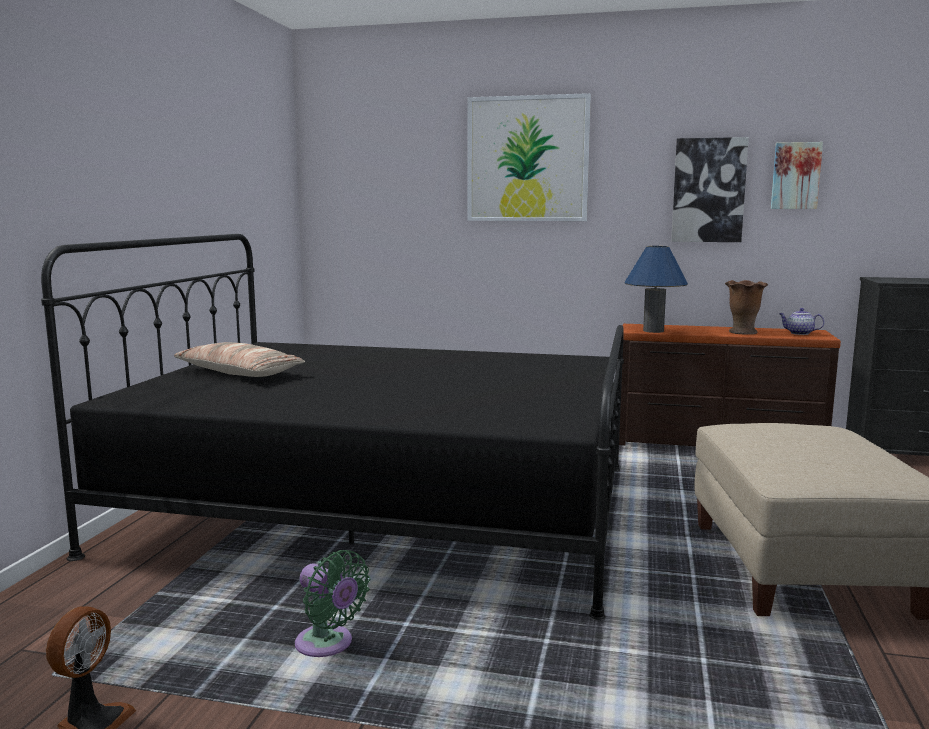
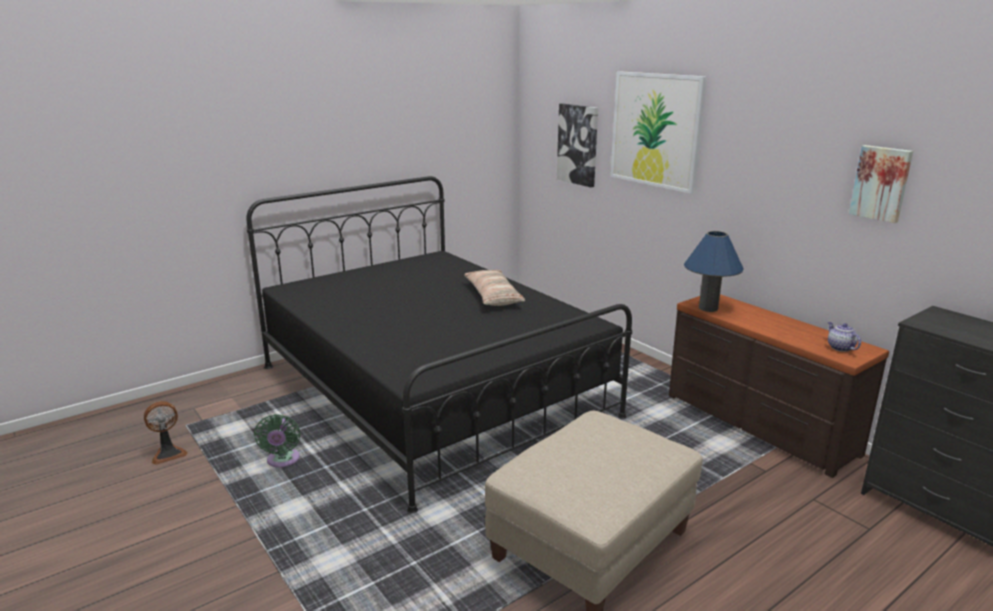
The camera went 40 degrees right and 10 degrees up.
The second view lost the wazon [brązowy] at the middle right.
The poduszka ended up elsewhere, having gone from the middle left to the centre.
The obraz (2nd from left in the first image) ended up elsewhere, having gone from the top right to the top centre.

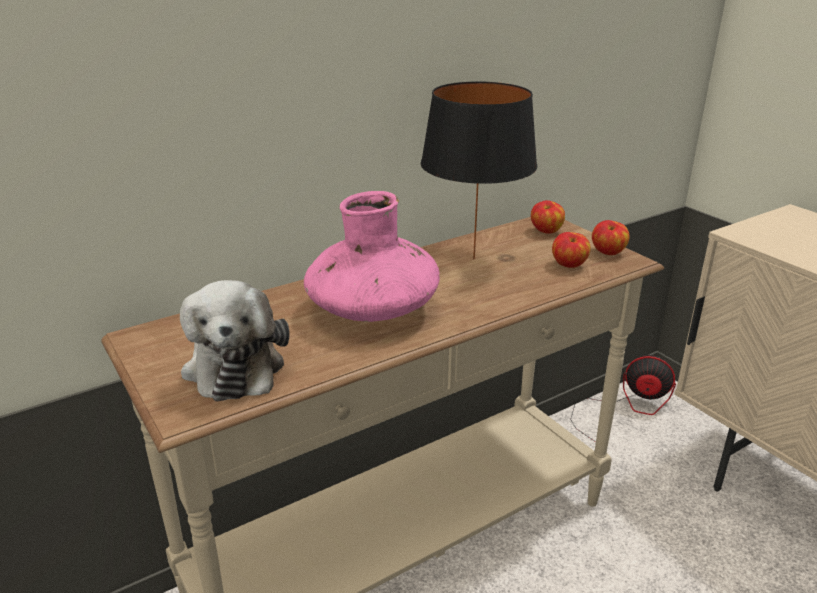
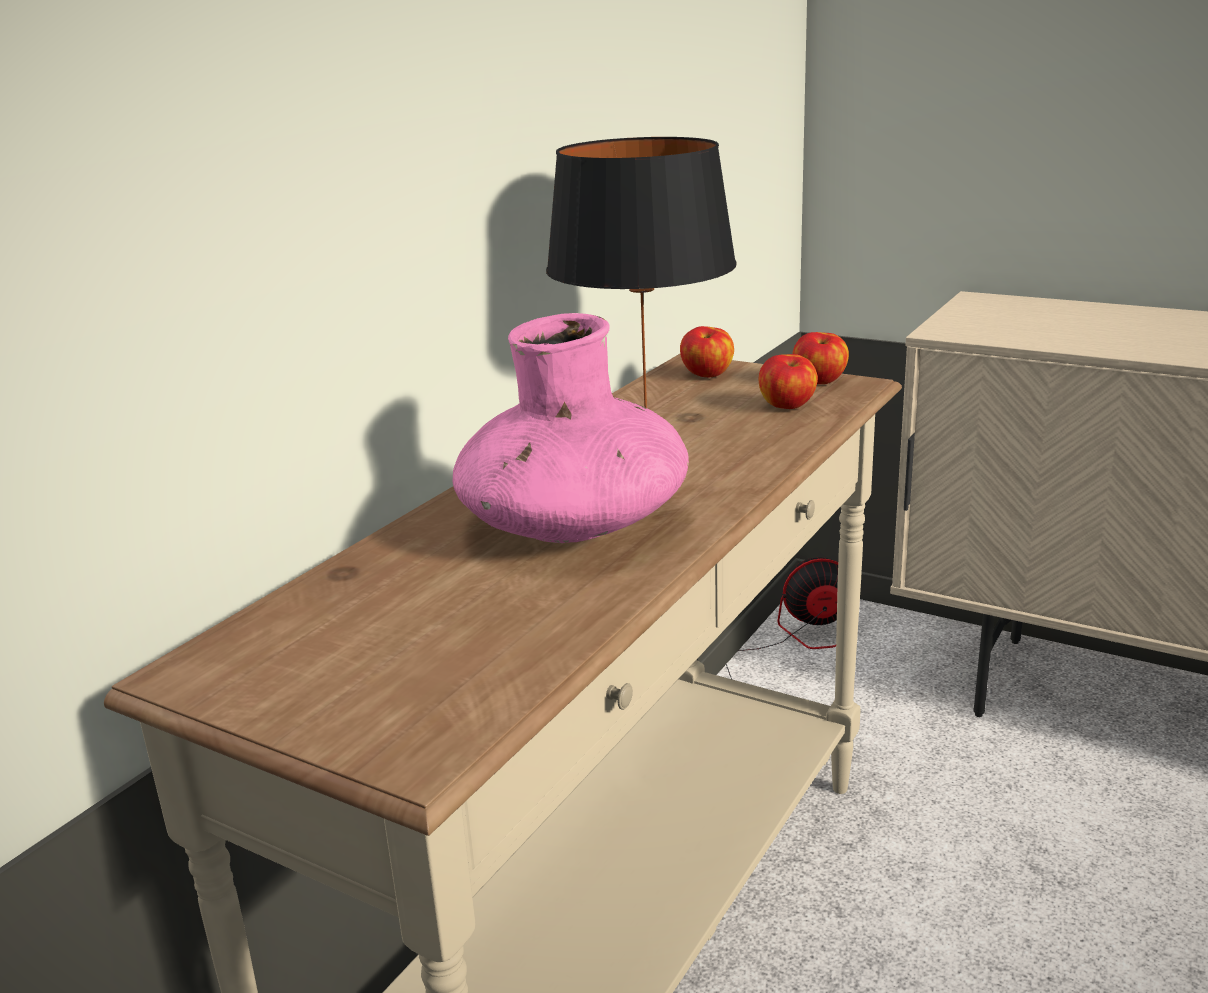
The camera went 25 degrees left and 5 degrees down.
The second view lost the pluszak at the middle left.

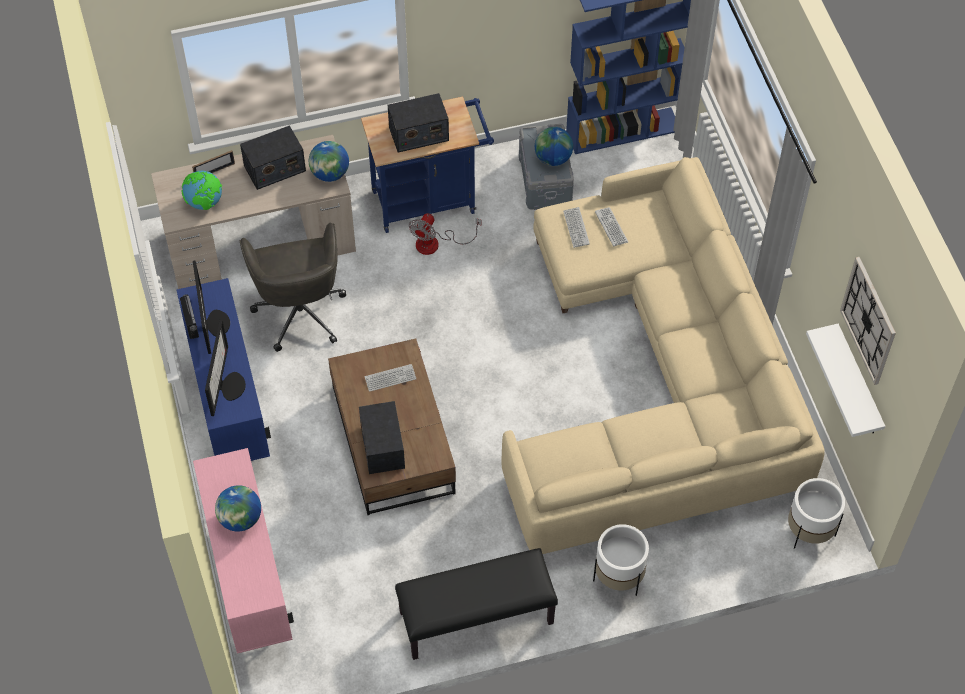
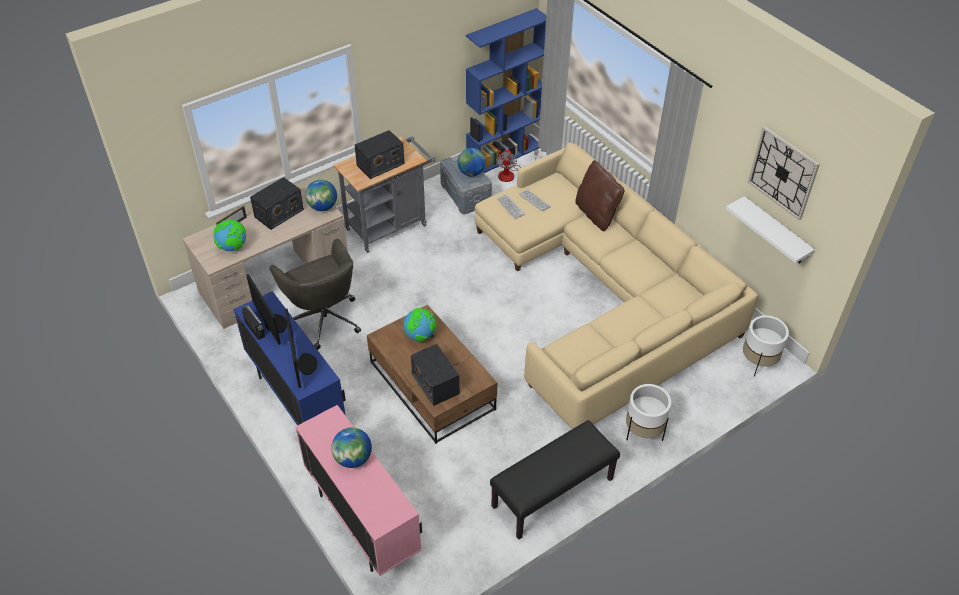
The camera went 20 degrees left and 10 degrees down.
The second view gained the poduszka [brązowy] at the top centre.
The wentylator ended up elsewhere, having gone from the centre to the top centre.
Where the klawiatura (1st from left) stood at the centre, the globus (4th from left) came to stand at the centre.
What was the wózek [niebieski] at the top centre turned into the wózek [szary] at the top centre.

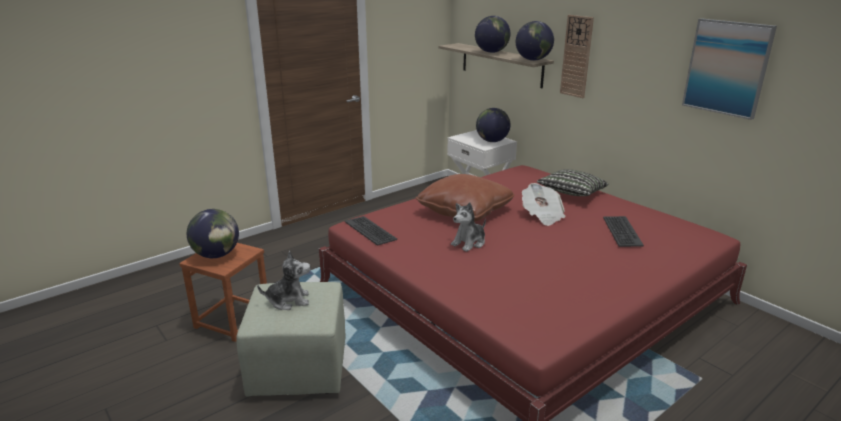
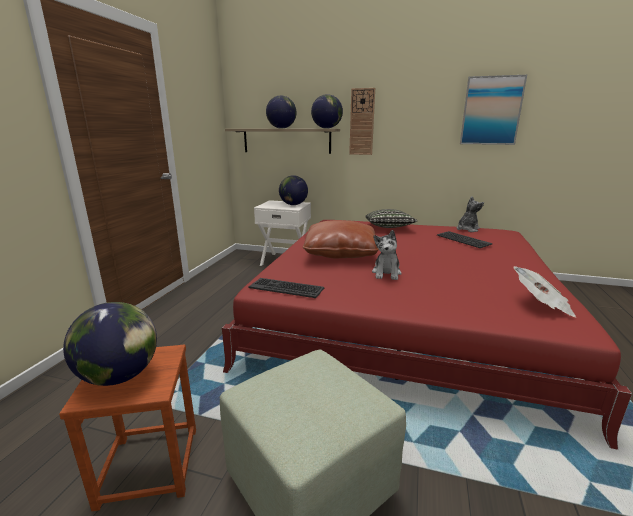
The camera went 35 degrees left and 5 degrees down.
The pluszak (1st from left in the first image) ended up elsewhere, having gone from the centre to the middle right.
The gazeta ended up elsewhere, having gone from the centre to the middle right.

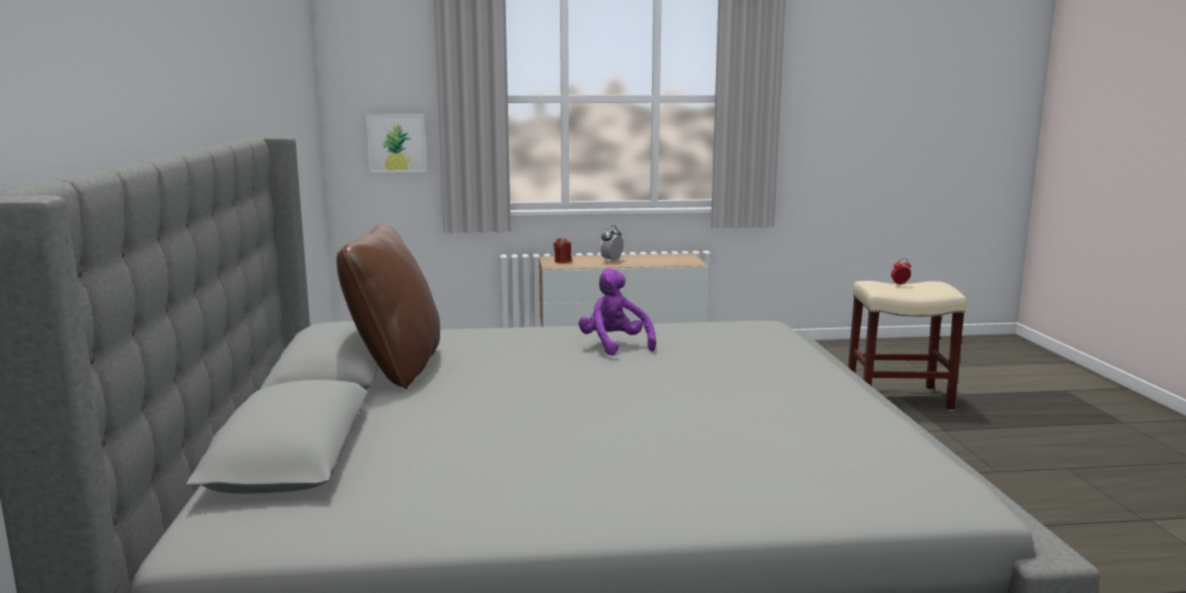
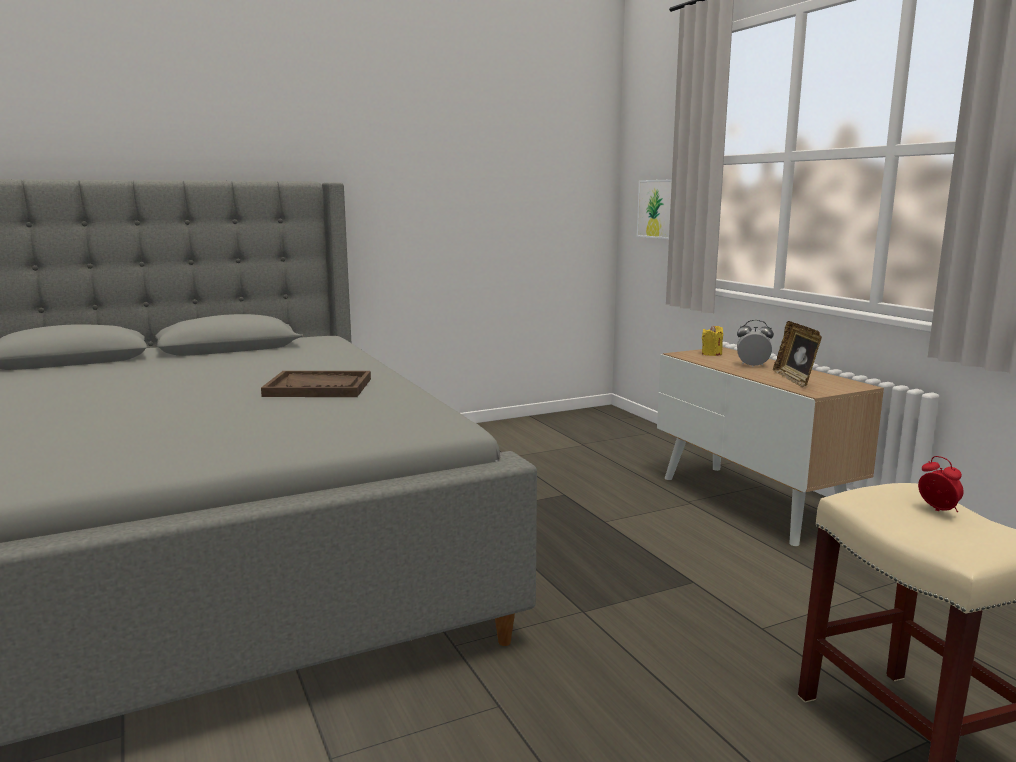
The camera went 70 degrees right and 0 degrees up.
The second view lost the poduszka [brązowy] at the middle left.
The second view gained the ramka na zdjęcie at the middle right.
Where the pluszak [fioletowy] stood at the centre, the taca [brązowy] came to stand at the middle left.
What was the świeca [czerwony] at the centre turned into the świeca [żółty] at the middle right.

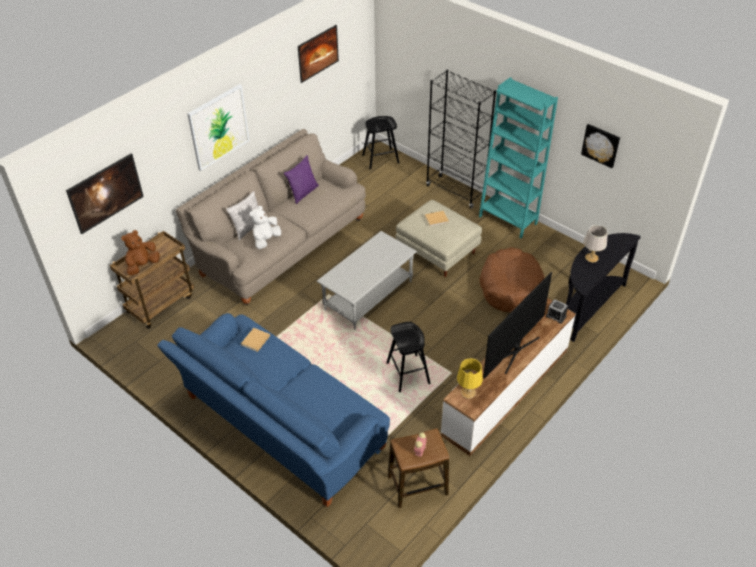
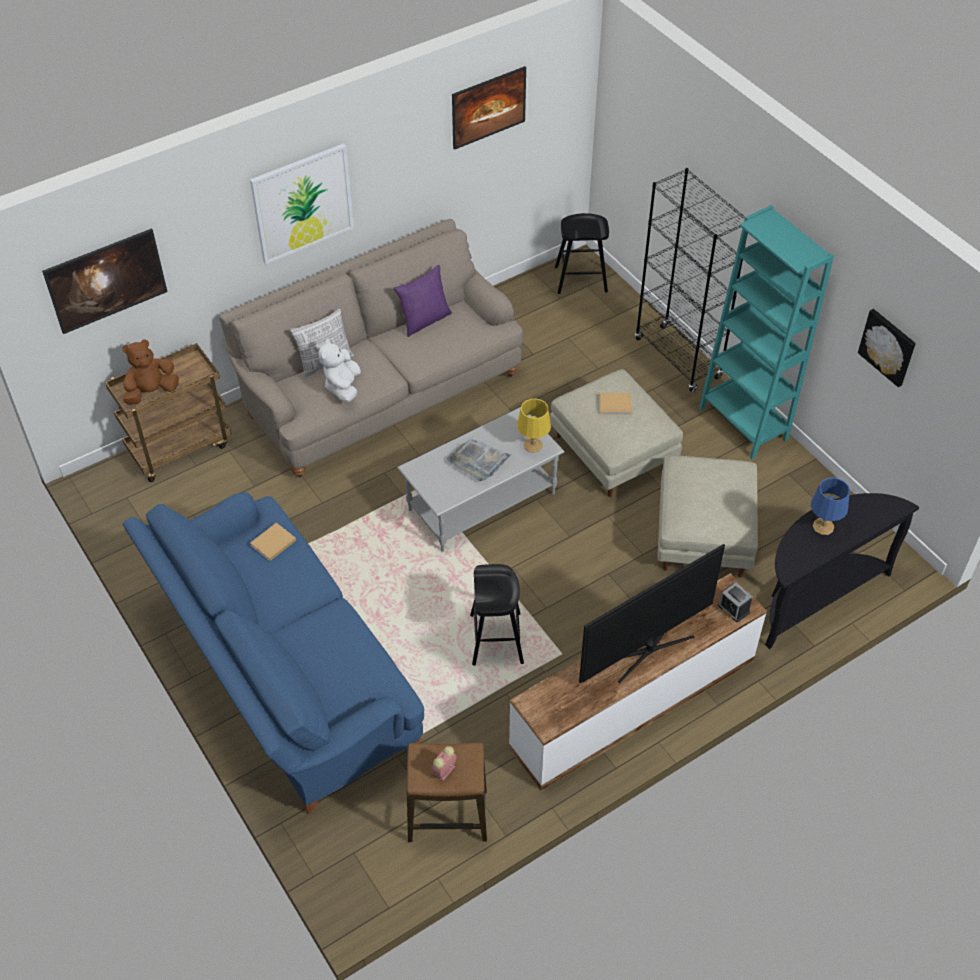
The camera went 15 degrees right and 5 degrees up.
The second view gained the taca [szary] at the centre.
The lampa stołowa [żółty] ended up elsewhere, having gone from the bottom centre to the centre.
Where the legowisko [brązowy] stood at the middle right, the pufa [beżowy] (2nd from left) came to stand at the middle right.
What was the lampa stołowa [szary] at the middle right turned into the lampa stołowa [niebieski] at the middle right.
The pluszak [biały] at the centre ended up facing another way, 45 degrees counterclockwise from before.

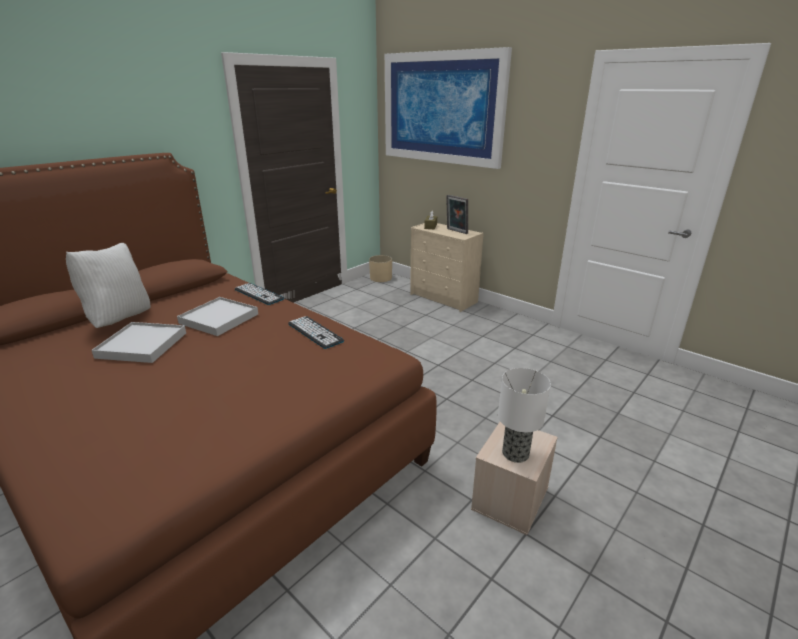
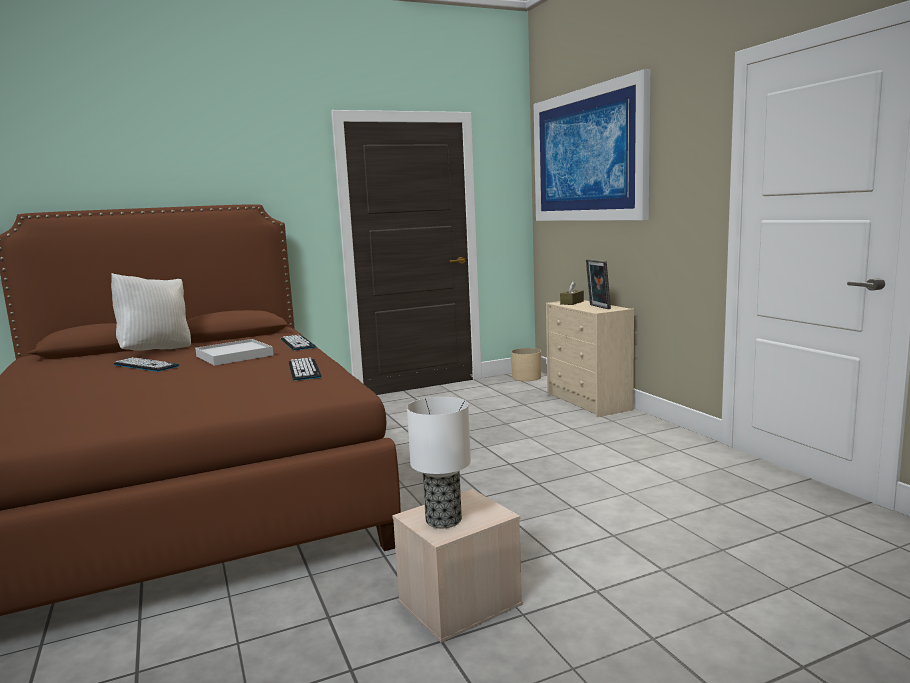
The camera went 25 degrees right and 15 degrees down.
Where the taca [biały] (1st from left) stood at the middle left, the klawiatura (1st from left) came to stand at the middle left.

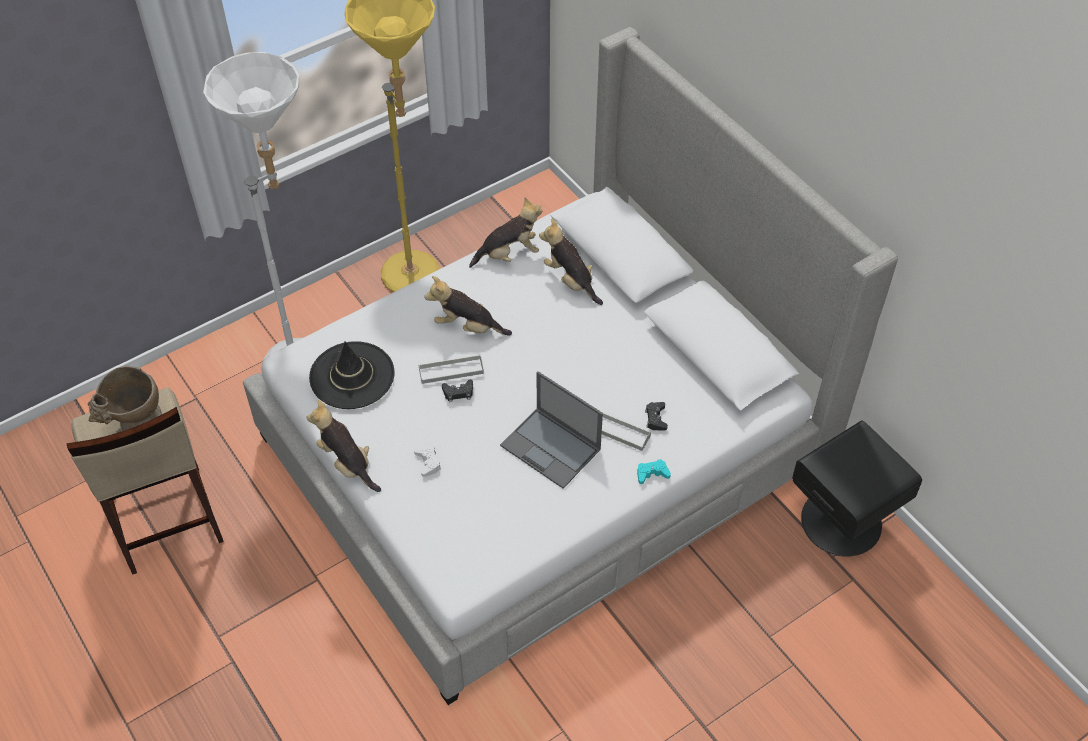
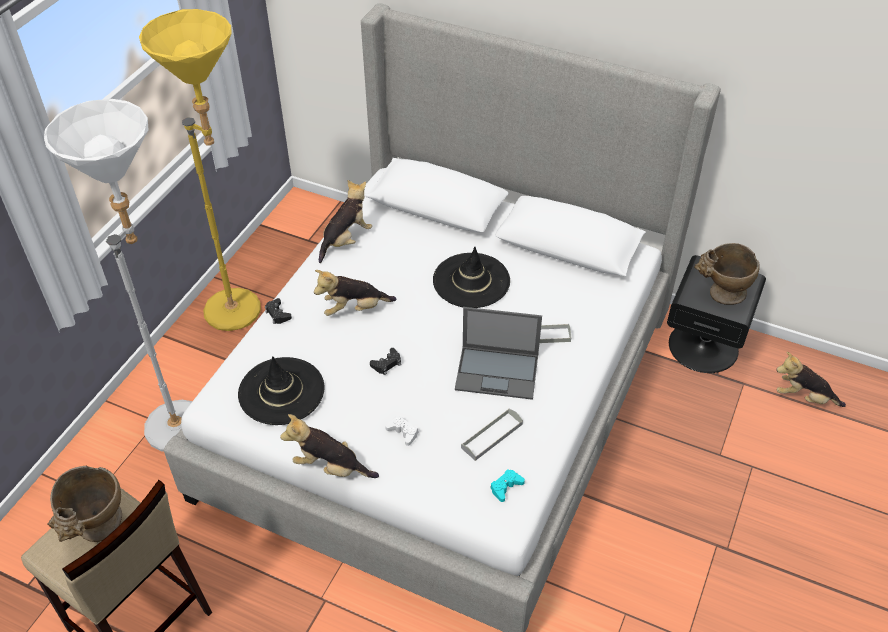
The camera went 30 degrees left and 5 degrees down.
The second view gained the kapelusz [czarny] (2nd from left) at the centre.
The second view gained the wazon [beżowy] (2nd from left) at the middle right.
The taca [szary] (1st from left) ended up elsewhere, having gone from the centre to the bottom centre.
The pluszak (4th from left) ended up elsewhere, having gone from the centre to the middle right.
The pad do gier [turkusowy] ended up elsewhere, having gone from the centre to the bottom centre.
The pad do gier [czarny] (2nd from left in the first image) ended up elsewhere, having gone from the centre to the middle left.

